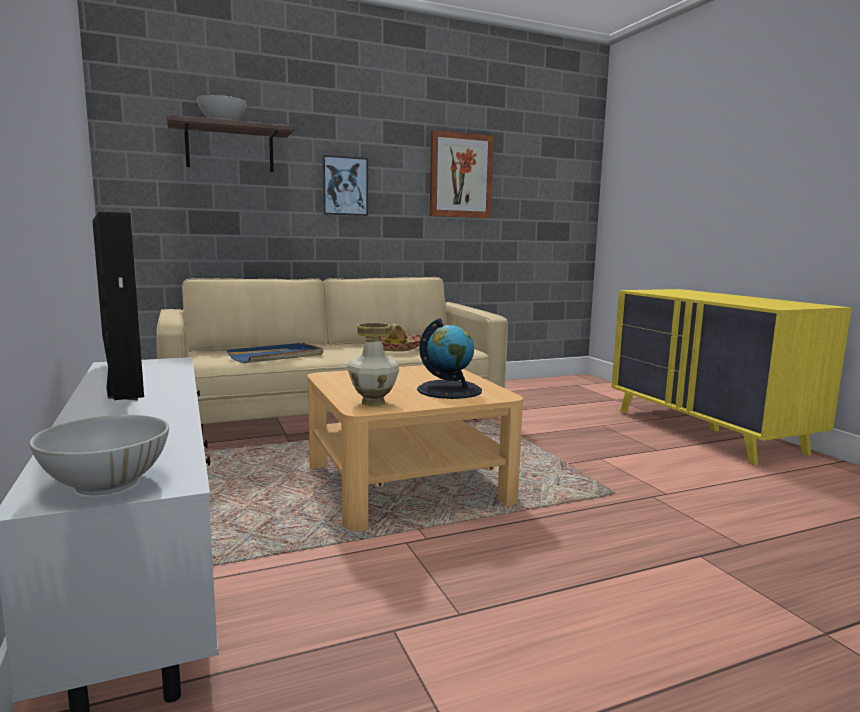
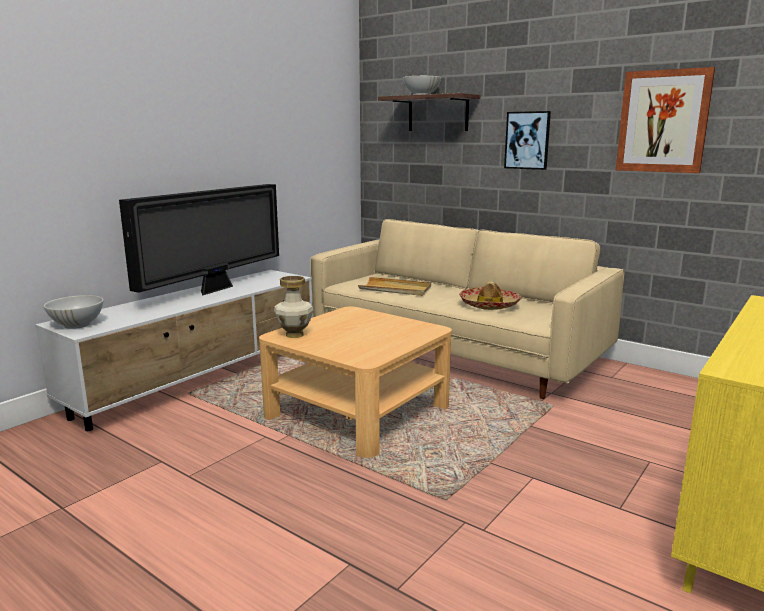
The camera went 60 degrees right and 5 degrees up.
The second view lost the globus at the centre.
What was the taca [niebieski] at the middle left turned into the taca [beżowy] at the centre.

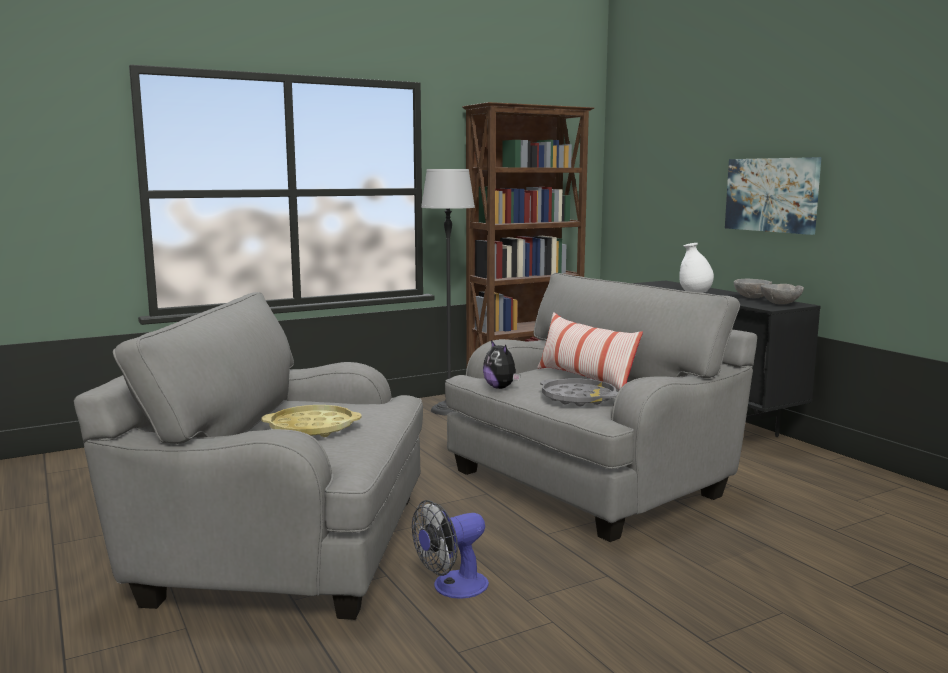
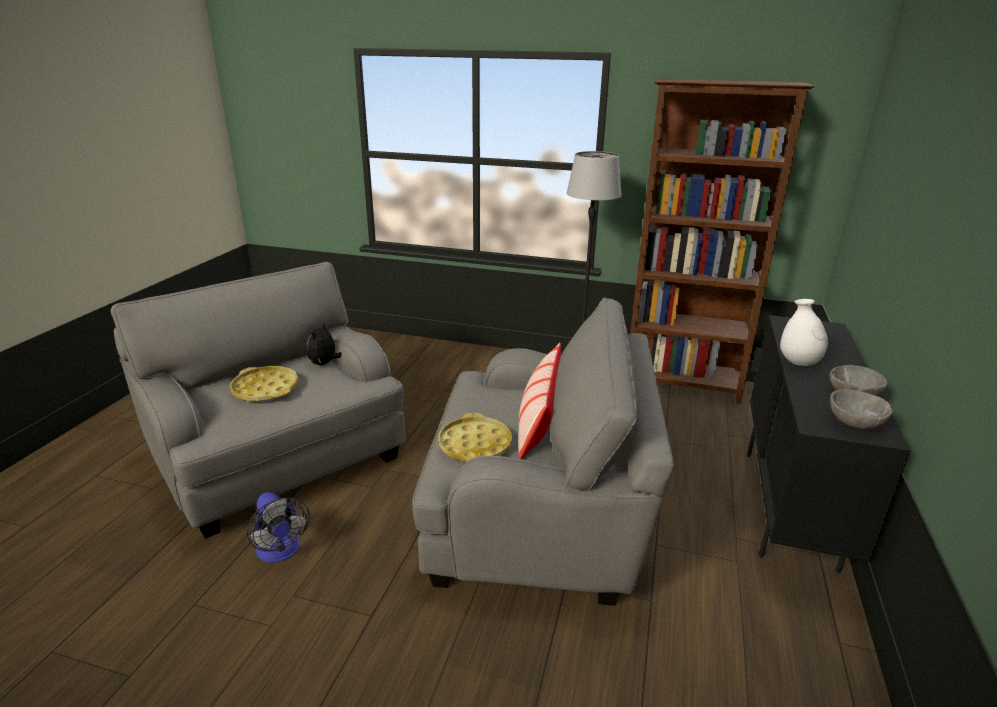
The camera went 45 degrees right and 15 degrees up.
The second view lost the obraz at the top right.
The pluszak ended up elsewhere, having gone from the centre to the middle left.
What was the taca [szary] at the centre turned into the taca [żółty] (2nd from left) at the centre.
The wentylator at the bottom centre ended up facing another way, 135 degrees counterclockwise from before.

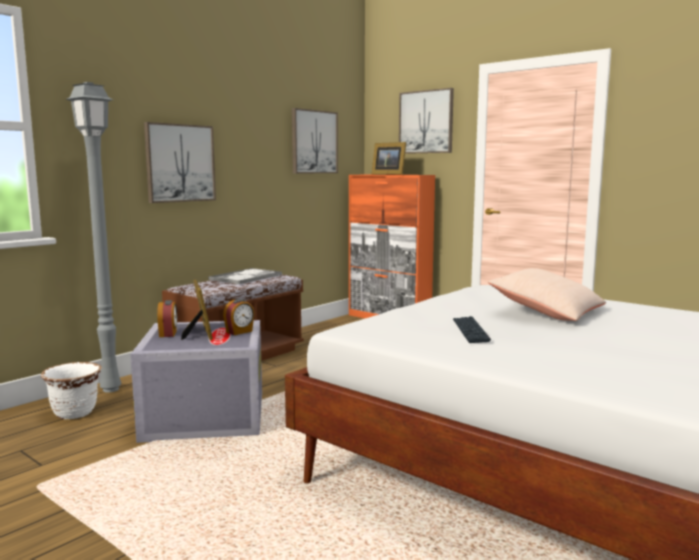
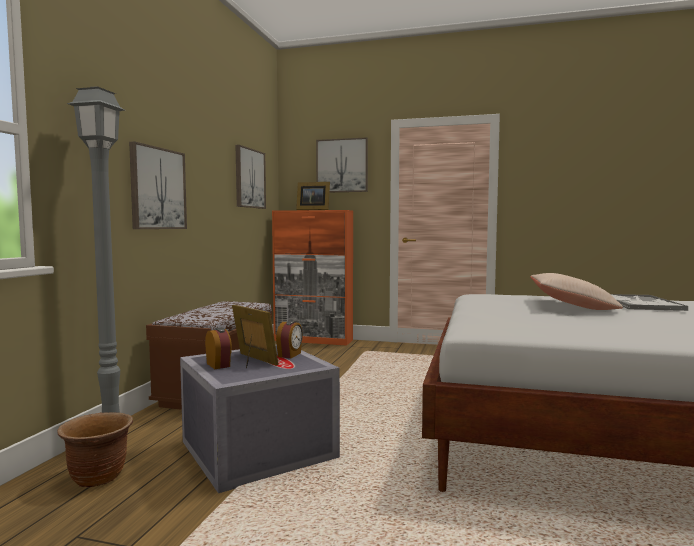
The camera went 25 degrees left and 5 degrees down.
The second view lost the klawiatura at the middle right.
The taca ended up elsewhere, having gone from the centre to the middle right.
What was the donica [biały] at the bottom left turned into the donica [brązowy] at the bottom left.

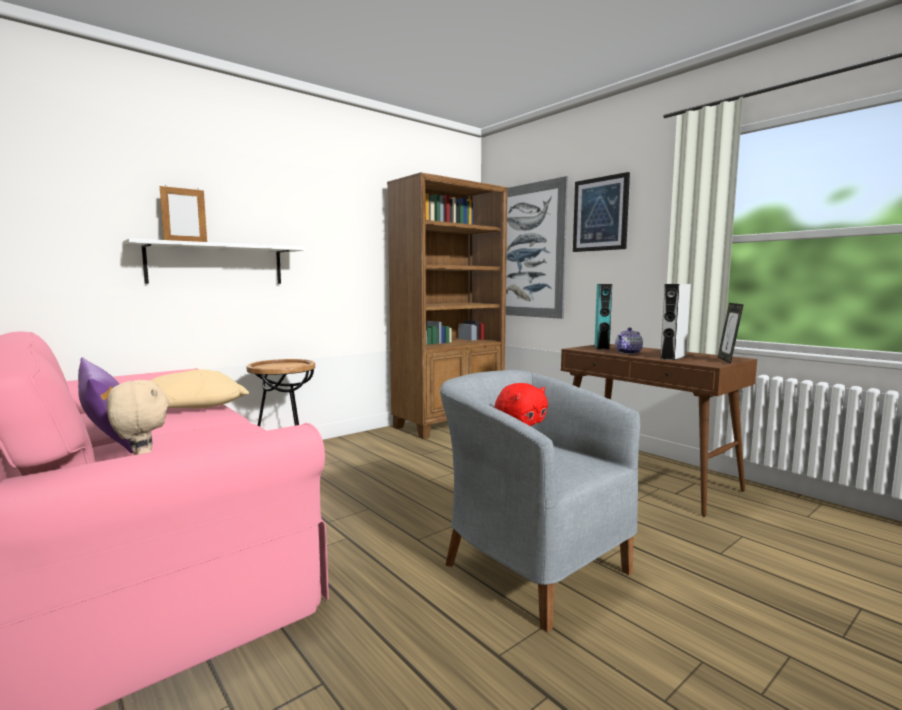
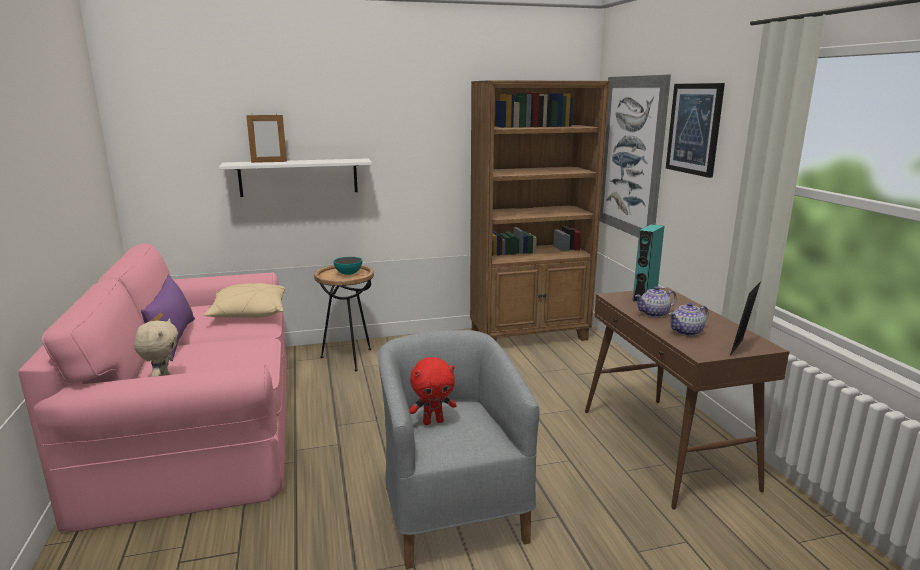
The camera went 25 degrees right and 10 degrees up.
The second view gained the miska at the centre.
Where the głośnik [szary] stood at the middle right, the imbryk (2nd from left) came to stand at the middle right.

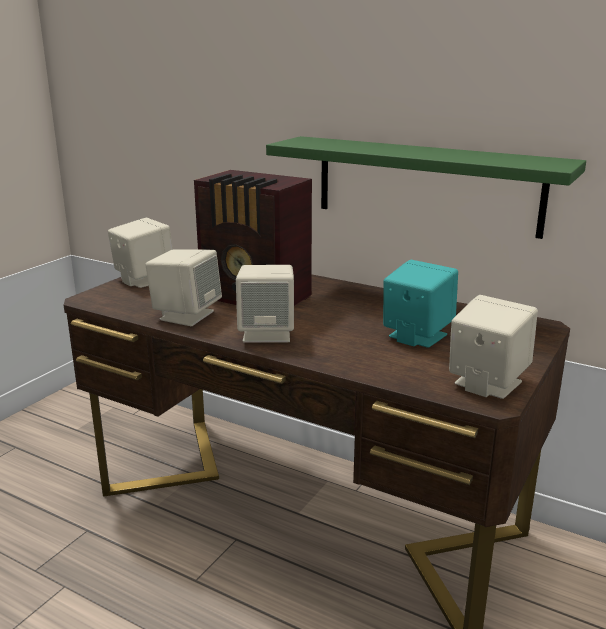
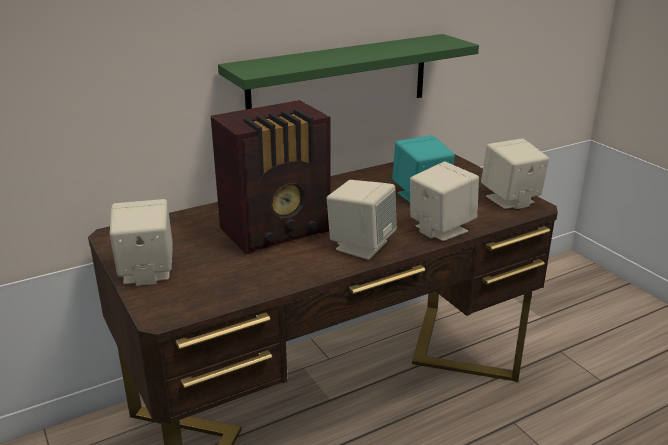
The camera went 60 degrees left and 5 degrees up.
The głośnik [beżowy] (2nd from left in the first image) ended up elsewhere, having gone from the middle left to the centre.

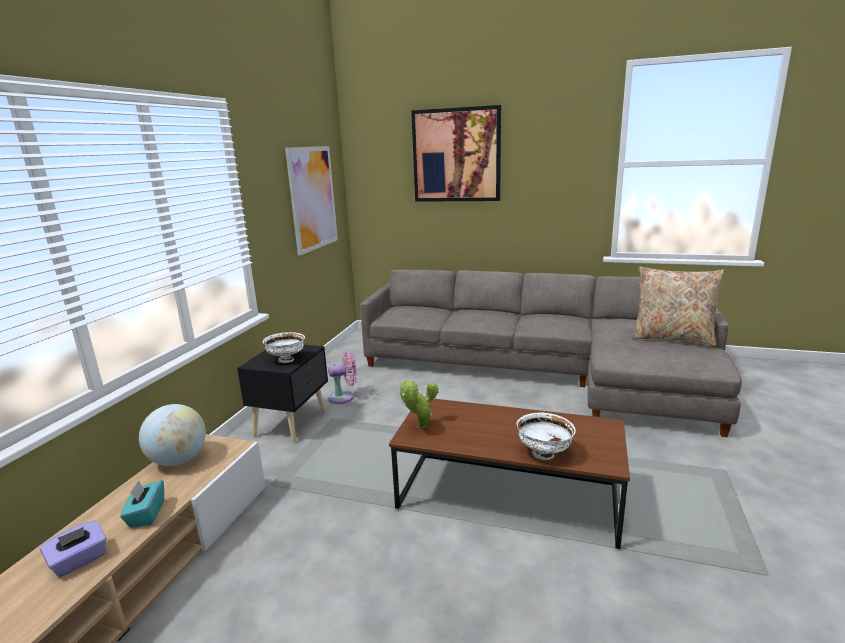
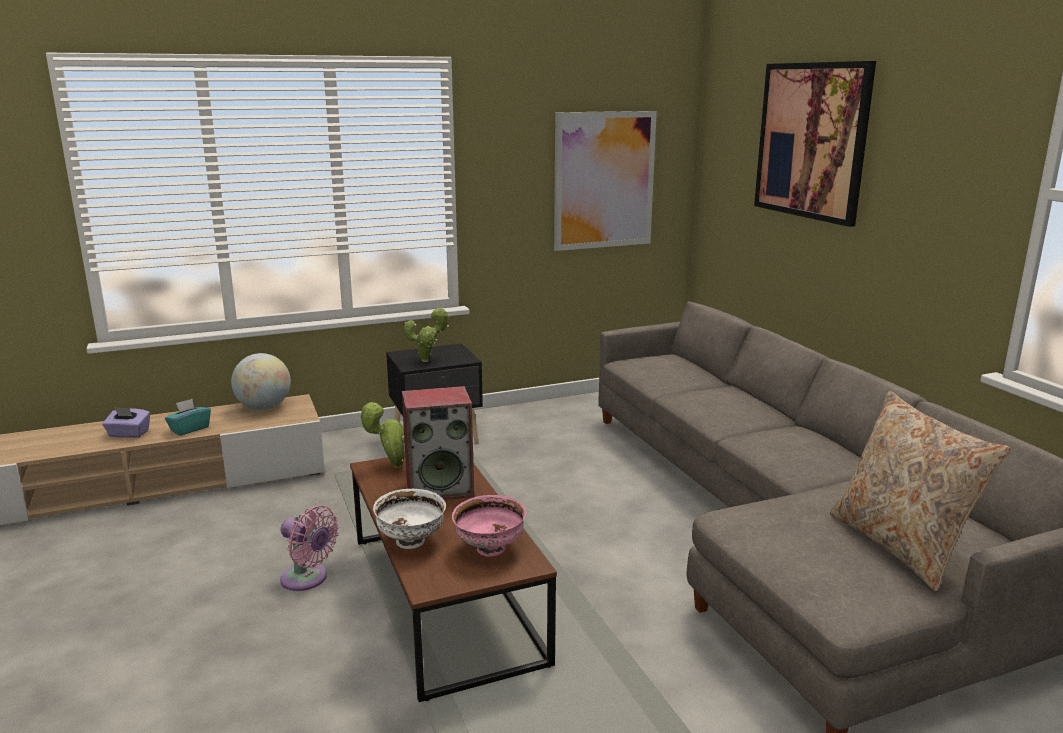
The camera went 50 degrees right and 0 degrees up.
The second view gained the głośnik at the centre.
The second view gained the miska [różowy] at the bottom centre.
The wentylator [różowy] ended up elsewhere, having gone from the centre to the bottom left.
Where the miska [biały] (1st from left) stood at the centre, the roślina doniczkowa (2nd from left) came to stand at the centre.

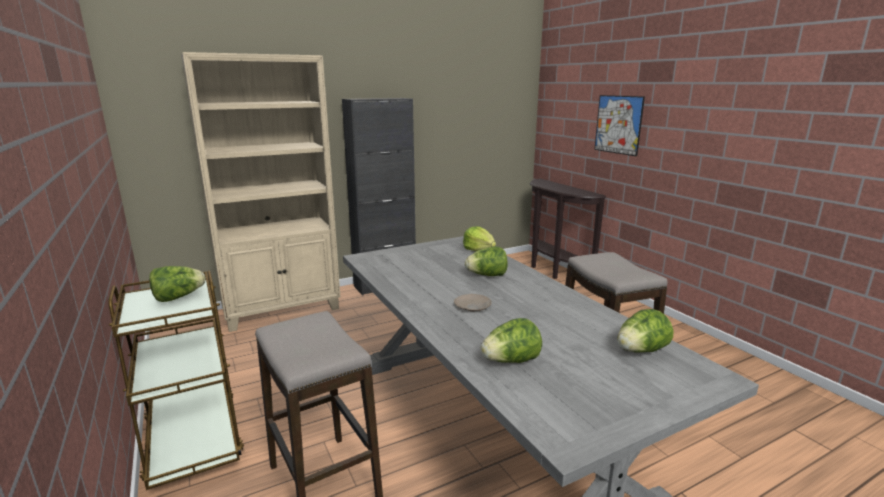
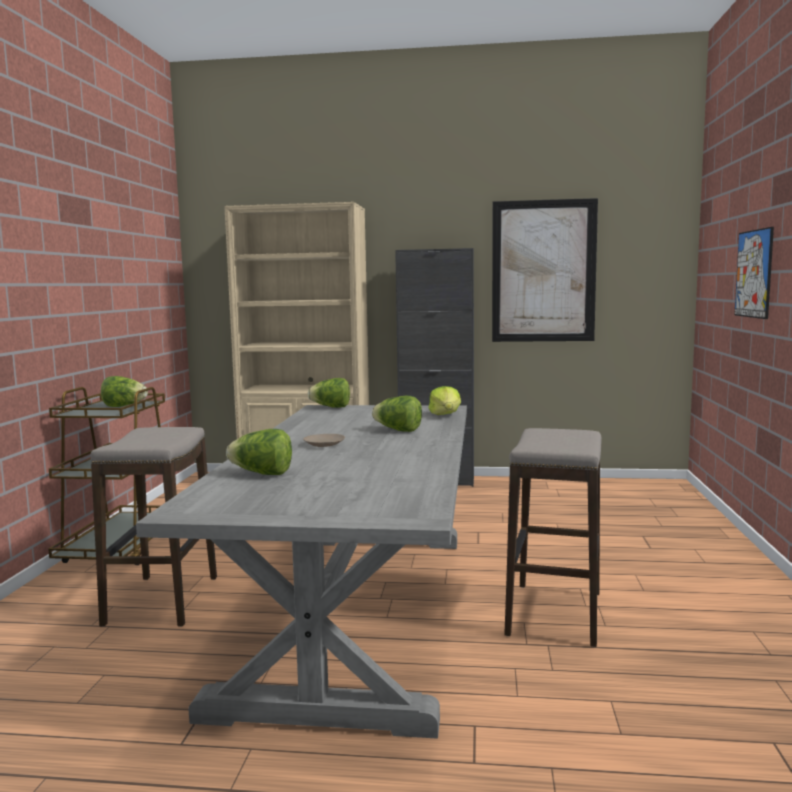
The camera went 35 degrees right and 10 degrees down.
The second view lost the stolik konsolowy [brązowy] at the centre.
The second view gained the obraz (1st from left) at the middle right.
The sałata (5th from left in the first image) ended up elsewhere, having gone from the middle right to the centre.

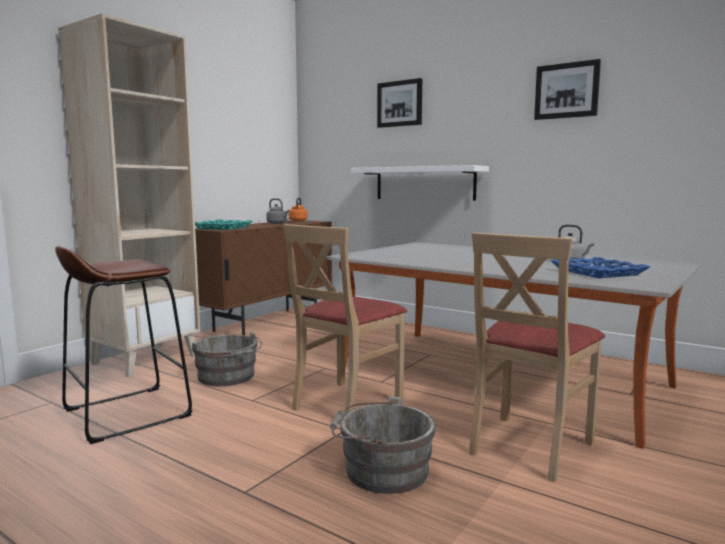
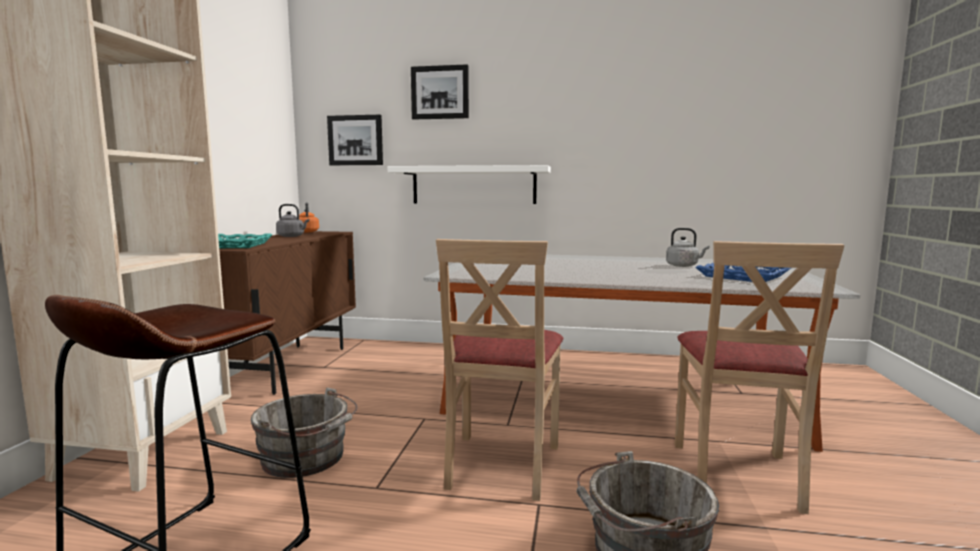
The camera went 25 degrees left and 0 degrees up.
The obraz (2nd from left in the first image) ended up elsewhere, having gone from the top right to the top centre.

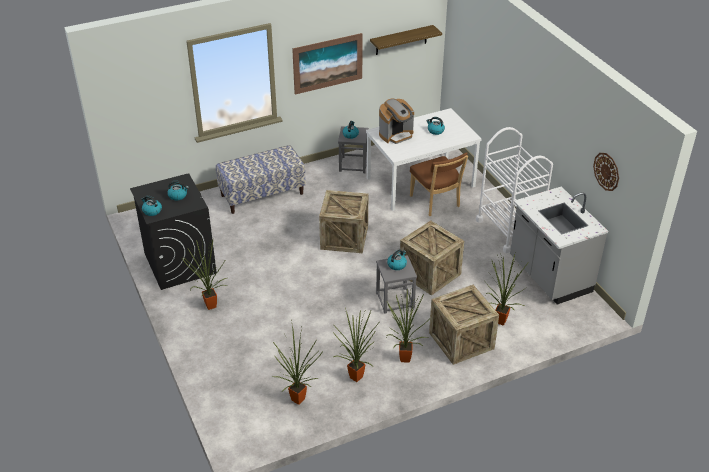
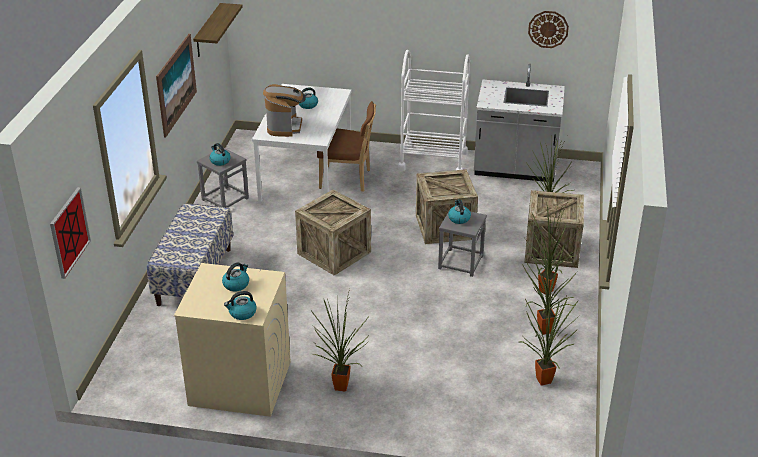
The camera went 55 degrees left and 5 degrees down.
The second view gained the obraz (1st from left) at the middle left.
What was the pralka [czarny] at the middle left turned into the pralka [beżowy] at the bottom left.

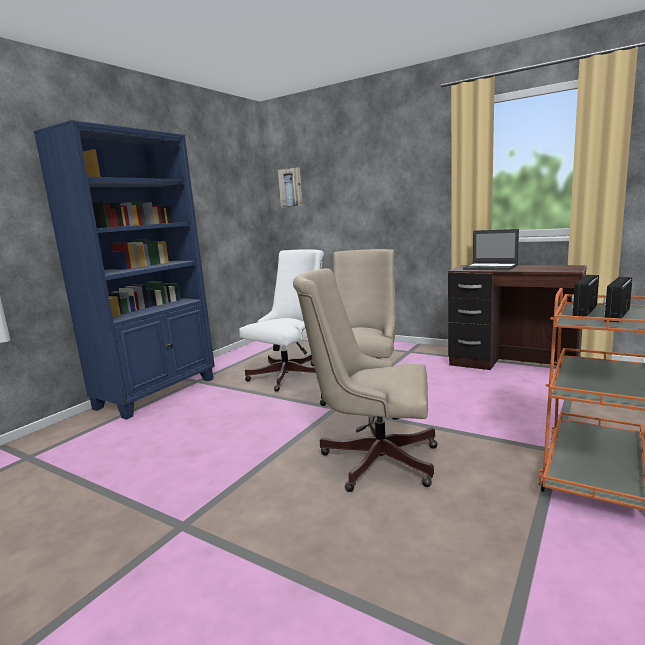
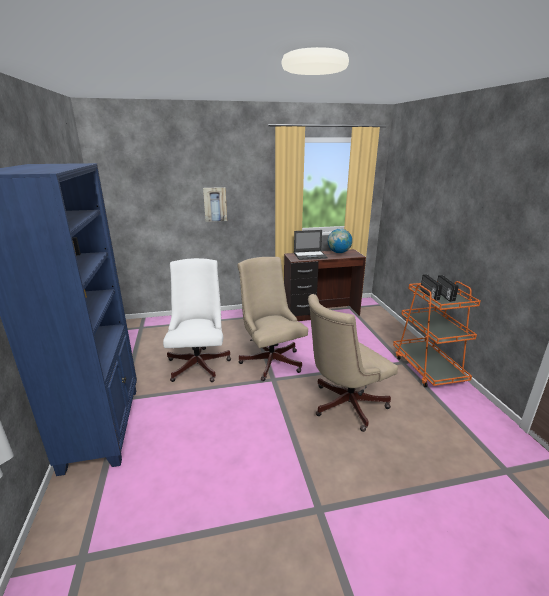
The camera went 45 degrees left and 10 degrees up.
The second view gained the globus at the centre.
The obraz ended up elsewhere, having gone from the top centre to the centre.

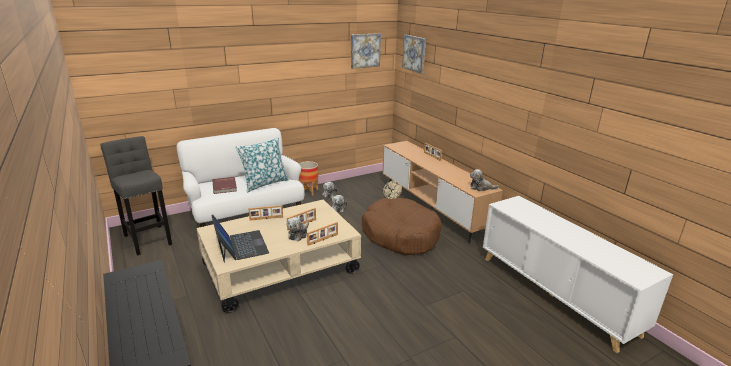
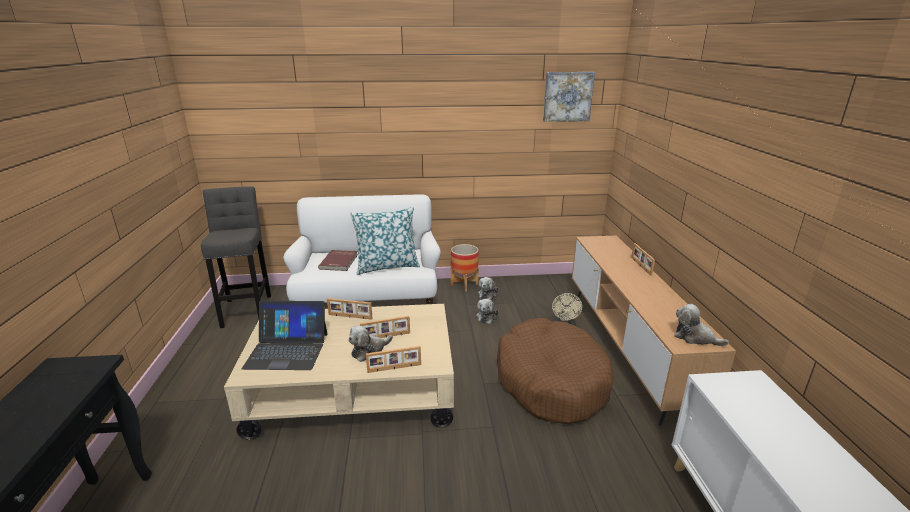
The camera went 25 degrees right and 0 degrees up.
The second view lost the obraz (2nd from left) at the top centre.
The laptop at the middle left ended up facing another way, 90 degrees clockwise from before.

